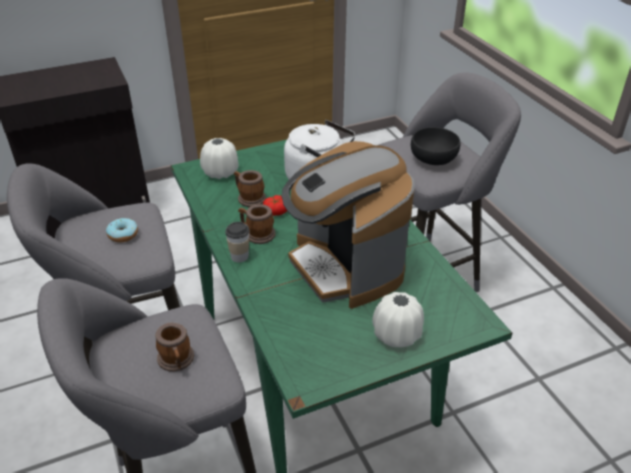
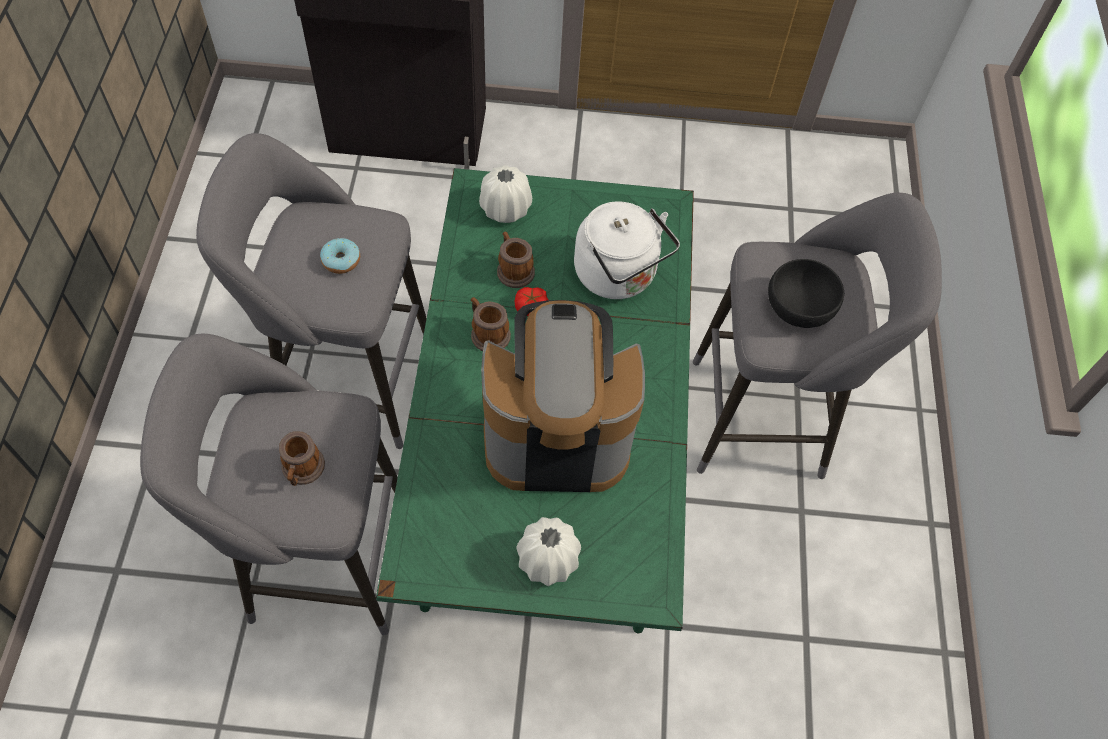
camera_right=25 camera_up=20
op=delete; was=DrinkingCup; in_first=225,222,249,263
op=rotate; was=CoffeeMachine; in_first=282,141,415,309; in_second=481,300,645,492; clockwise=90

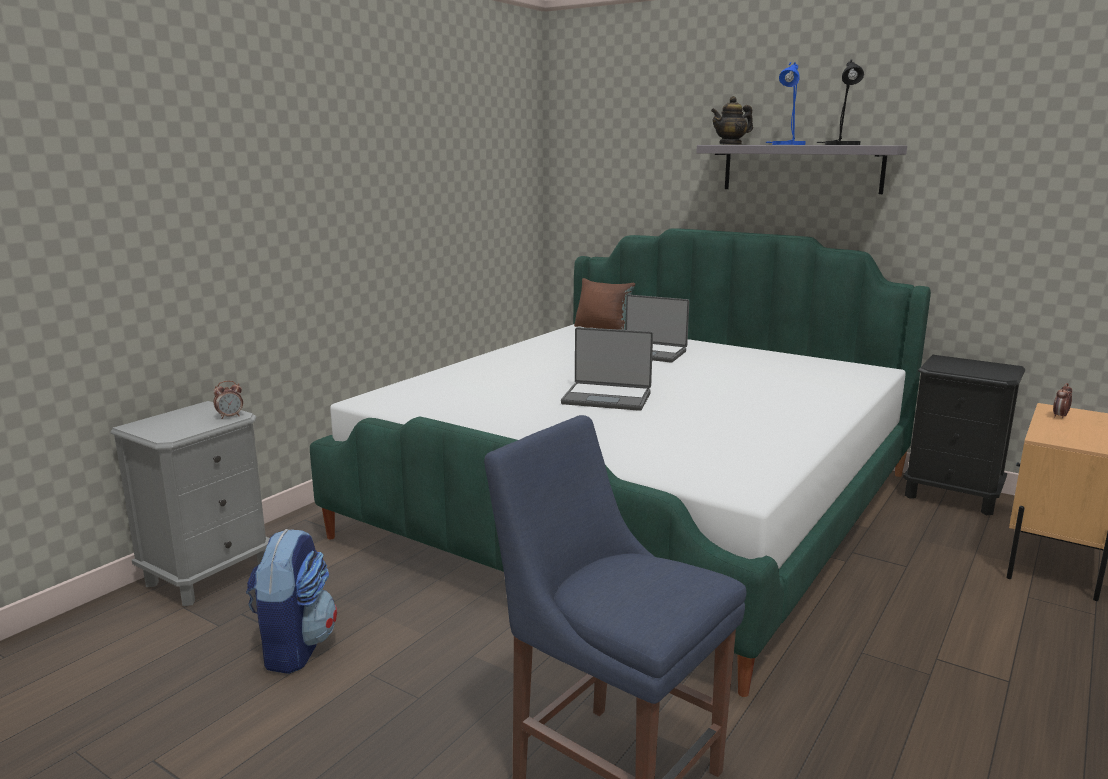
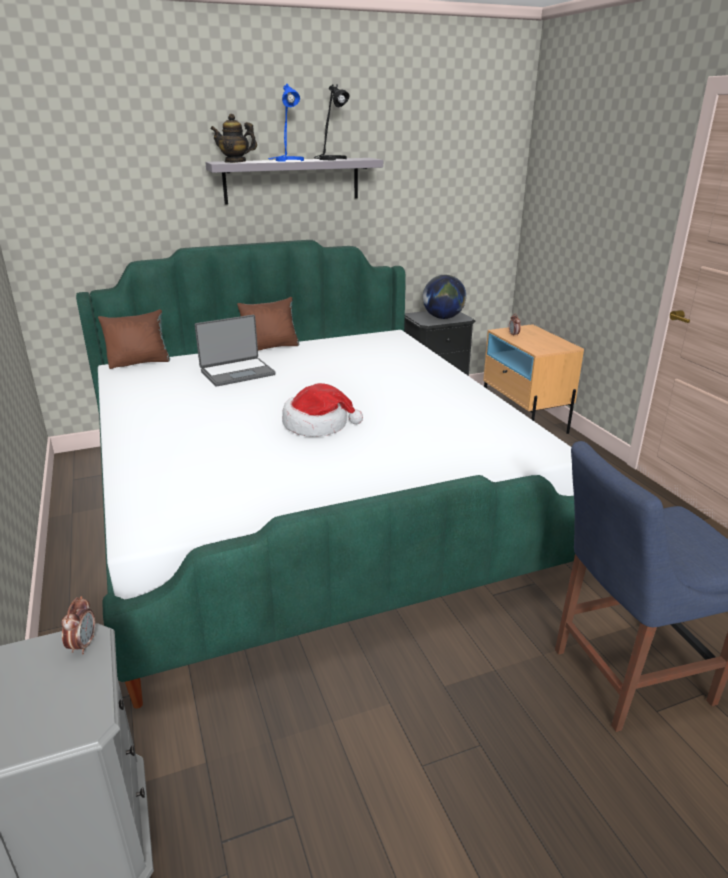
camera_right=-55 camera_up=10
op=delete; was=Rucksack; in_first=246,529,337,674
op=replace; was=NotebookComputer; now=WearableHat; in_first=561,327,653,411; in_second=282,383,363,437
op=rotate; was=TeaPot; in_first=711,96,753,145; in_second=211,114,257,163; clockwise=90
op=insert; now=BrownishCushion; in_second=237,297,299,350
op=insert; now=WorldGlobe; in_second=423,275,466,319

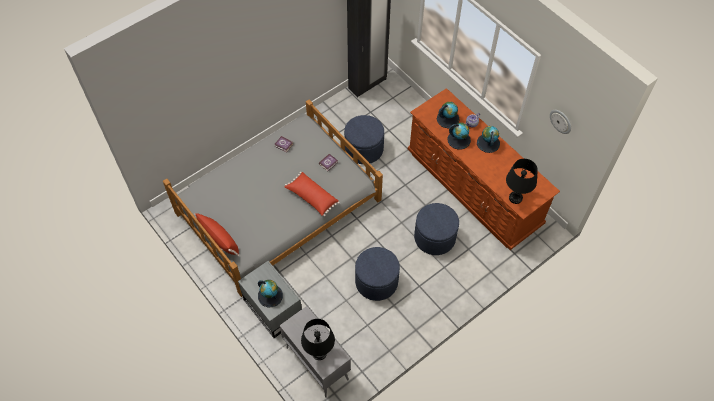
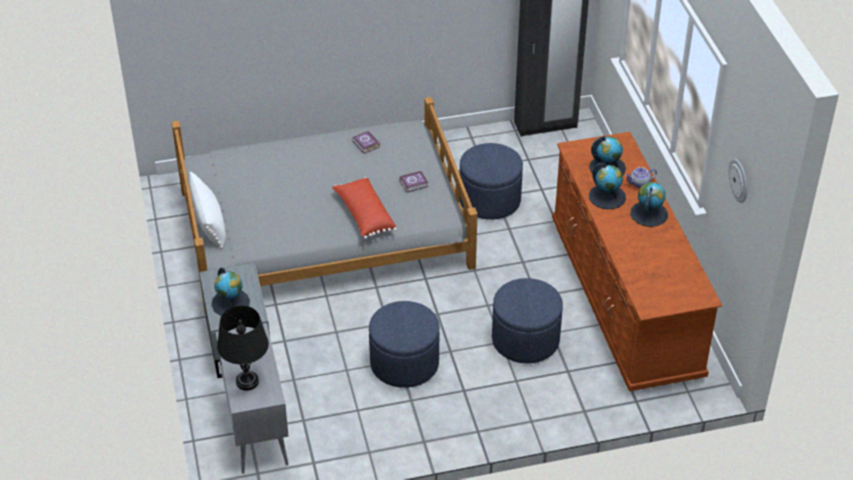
camera_right=25 camera_up=-15
op=recolor; was=ReddishCushion; now=WhiteColouredCushion; in_first=194,213,239,256; in_second=189,171,226,249
op=delete; was=BlackishTableLamp; in_first=506,159,538,204

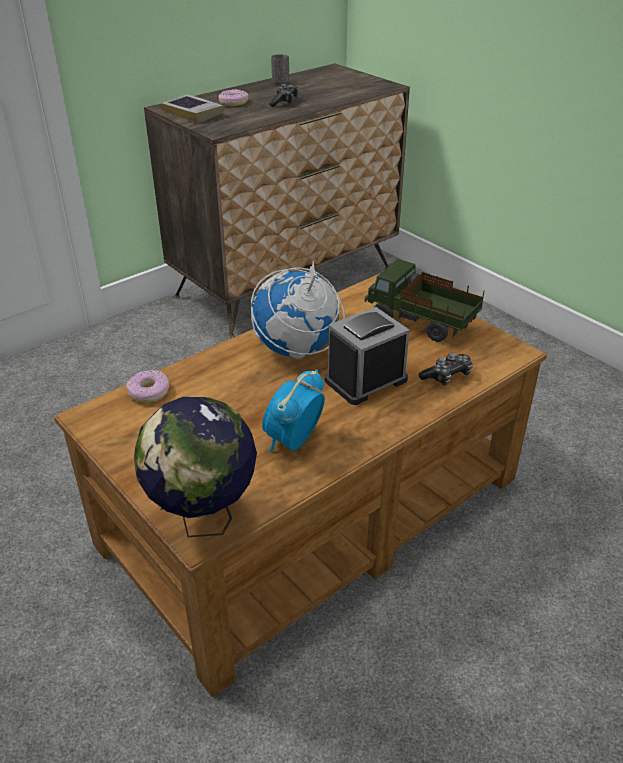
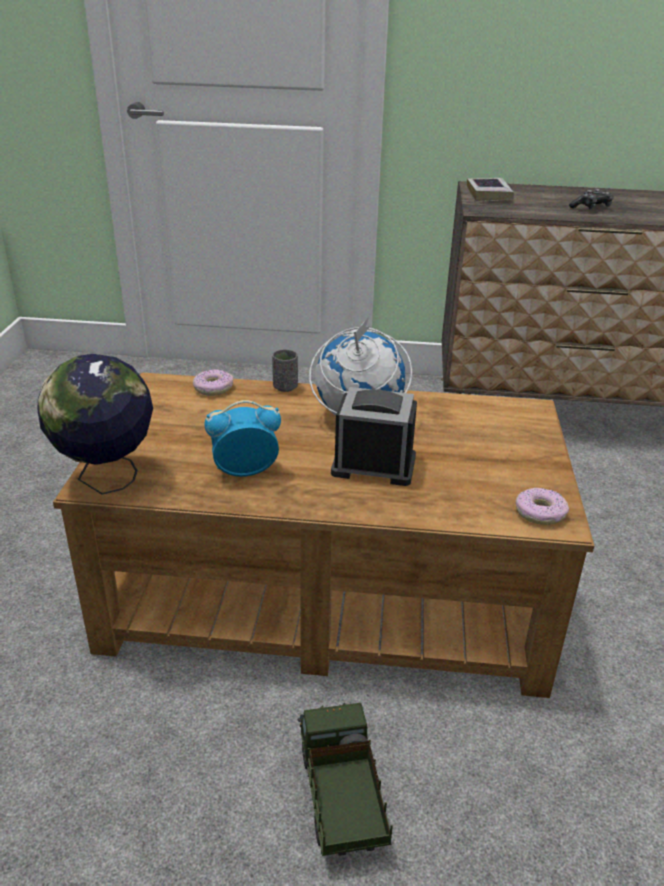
camera_right=45 camera_up=-5
op=move; was=Doughnut; in_first=218,89,248,106; in_second=515,488,569,525
op=move; was=GreyishDrinkingCup; in_first=271,54,289,85; in_second=272,349,298,392
op=move; was=ModelTruck; in_first=365,259,485,342; in_second=298,702,393,856
op=delete; was=Joypad; in_first=419,353,473,385

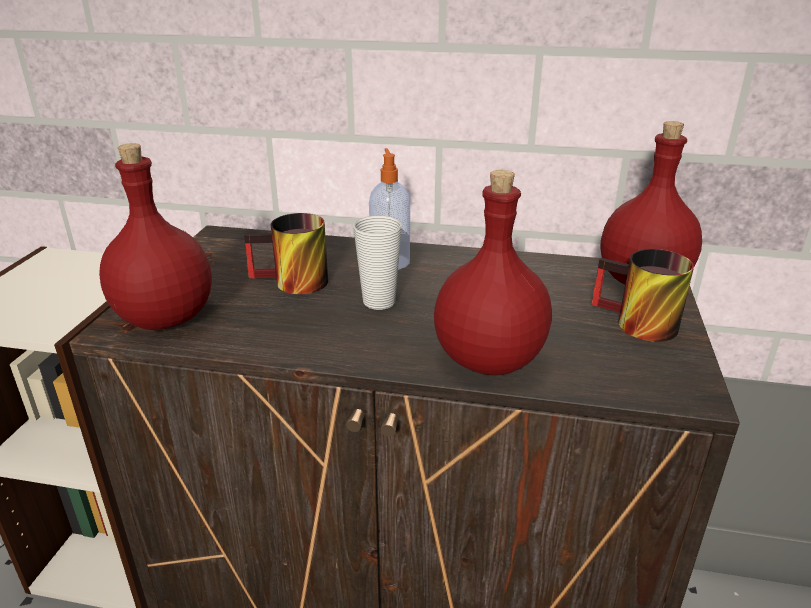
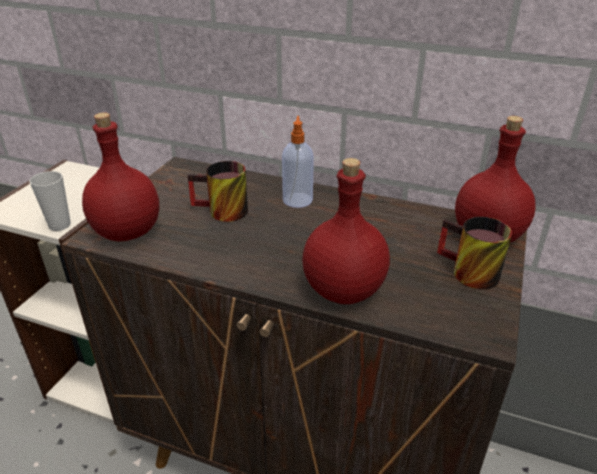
camera_right=10 camera_up=5
op=move; was=DrinkingCup; in_first=353,215,402,310; in_second=29,171,71,231

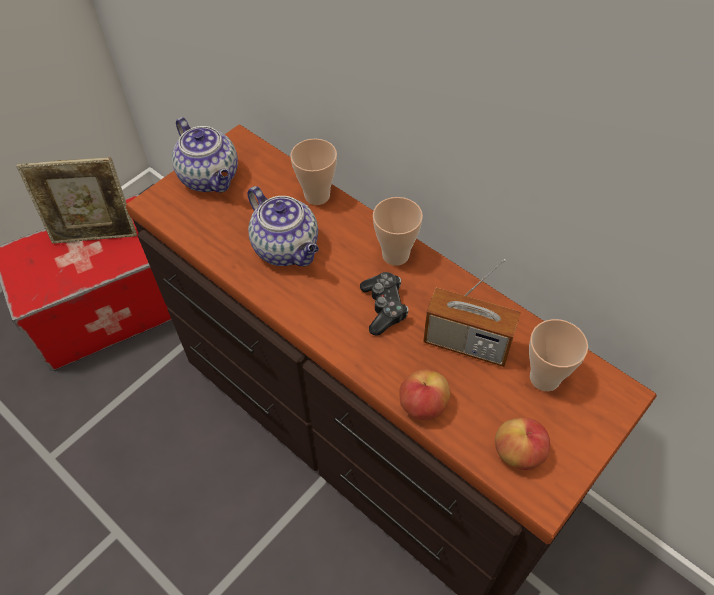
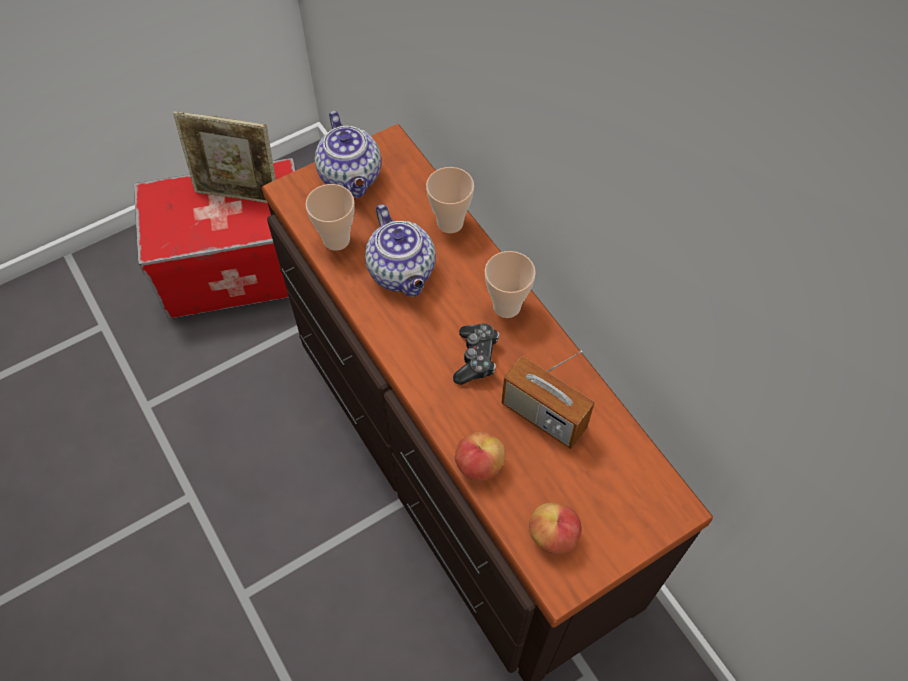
camera_right=15 camera_up=5
op=move; was=DrinkingCup; in_first=529,319,588,391; in_second=305,184,355,251

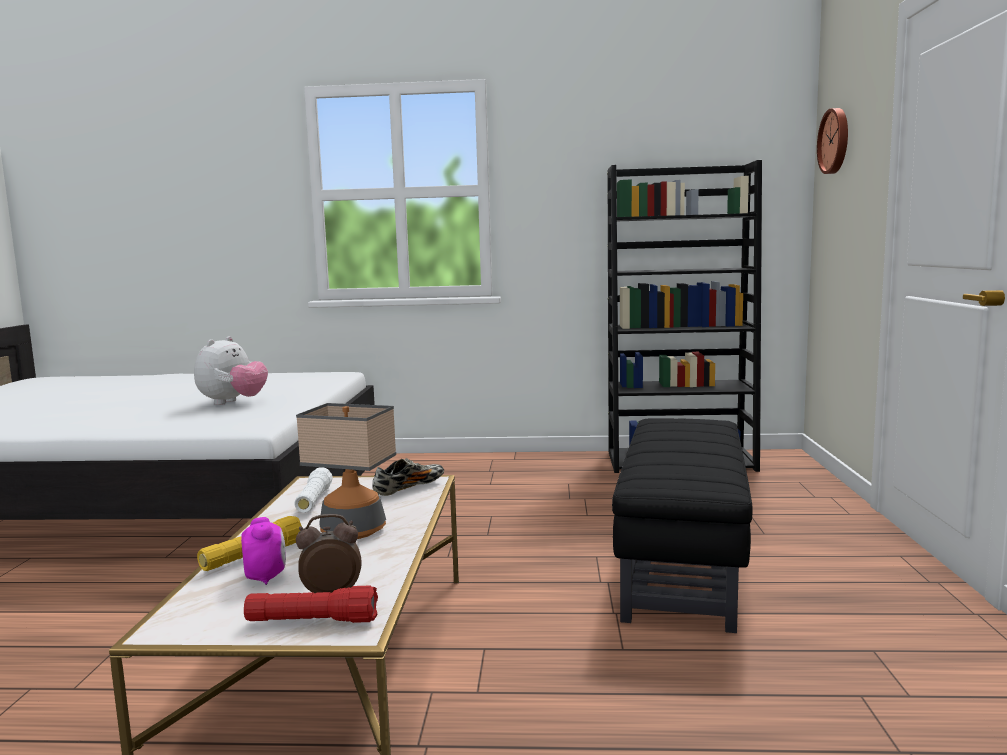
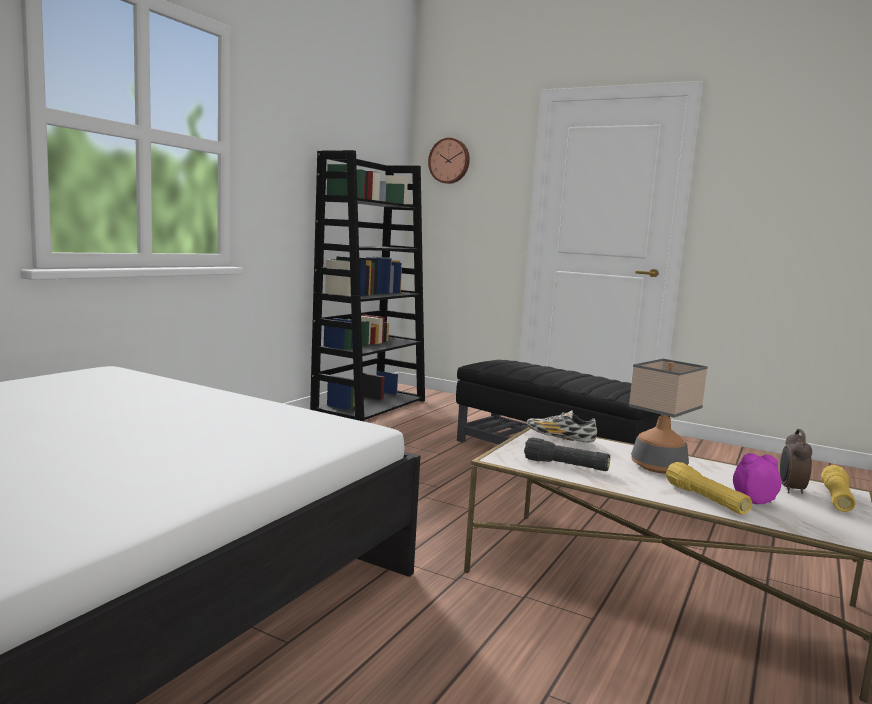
camera_right=-65 camera_up=0
op=delete; was=PlushToy; in_first=194,336,268,405
op=recolor; was=ReddishTorch; now=YellowishTorch; in_first=244,585,378,623; in_second=821,465,856,512
op=recolor; was=WhiteColouredTorch; now=BlackishTorch; in_first=294,467,333,513; in_second=524,437,610,471
op=rotate; was=LowShoe; in_first=372,458,444,496; in_second=526,410,597,443; clockwise=-45

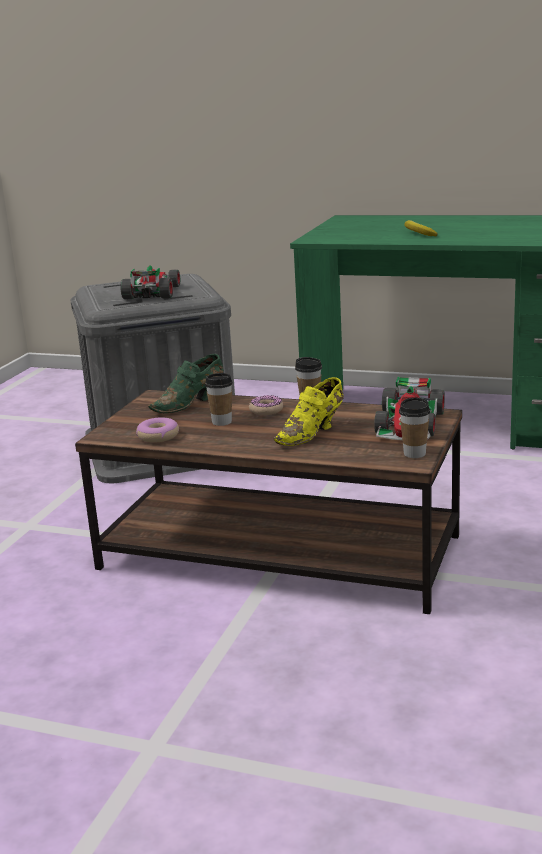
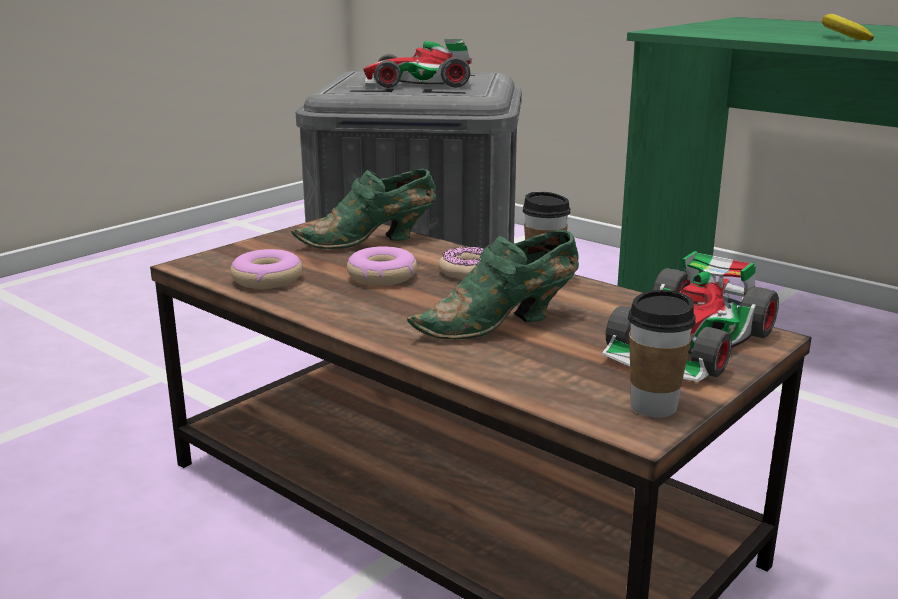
camera_right=20 camera_up=0
op=rotate; was=ModelCar; in_first=121,265,180,299; in_second=363,39,472,88; clockwise=-120
op=replace; was=DrinkingCup; now=Doughnut; in_first=205,373,233,426; in_second=347,246,417,286
op=recolor; was=YellowishLowShoe; now=GreenishLowShoe; in_first=273,377,344,446; in_second=407,230,579,339

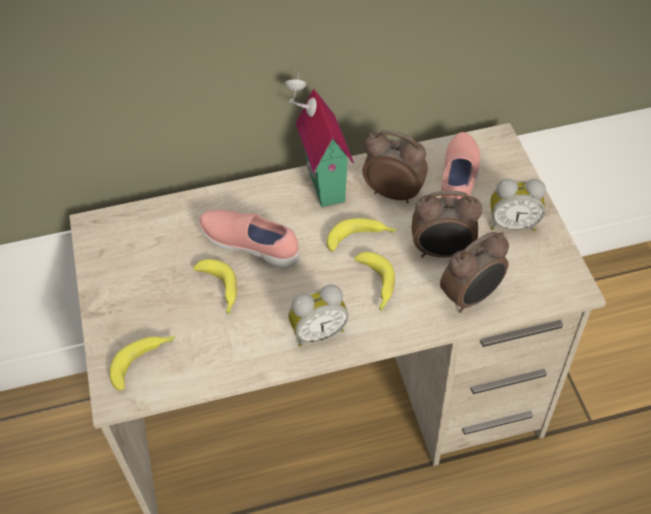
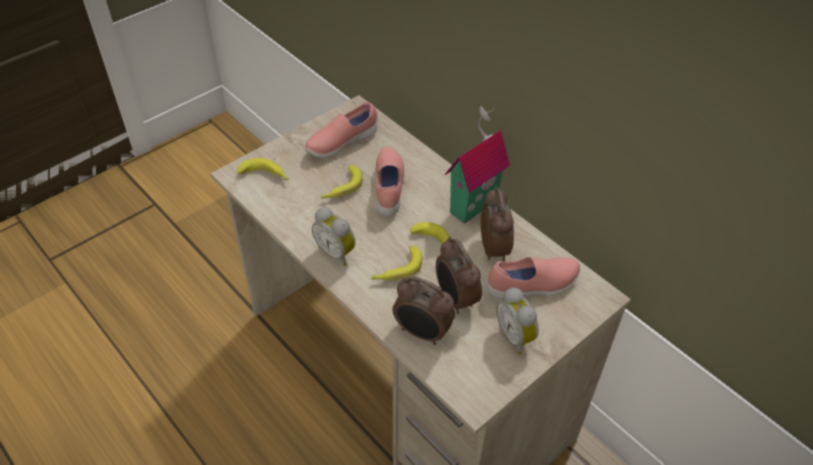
camera_right=60 camera_up=-5
op=insert; now=PinkishLowShoe; in_second=305,102,377,158

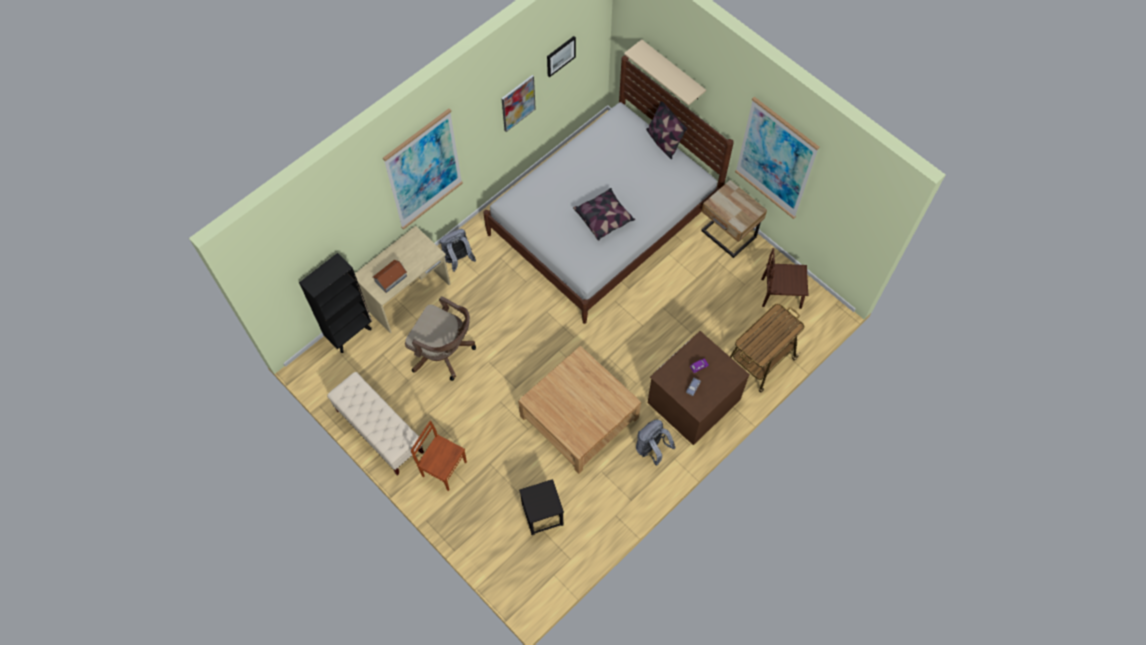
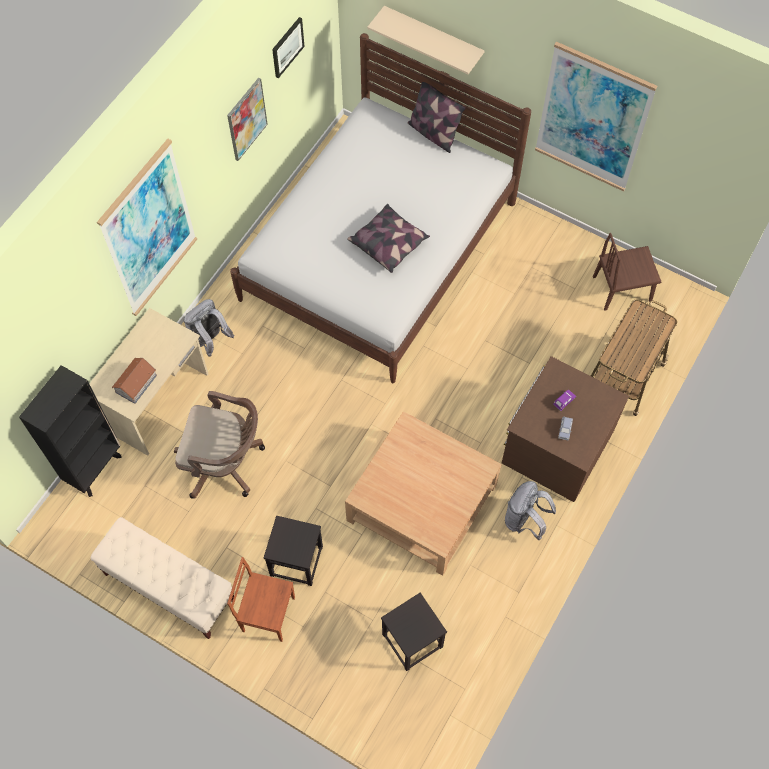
camera_right=-15 camera_up=0
op=delete; was=BeigeBedsideTable; in_first=701,180,767,258
op=insert; now=BlackishStool; in_second=264,516,323,586

